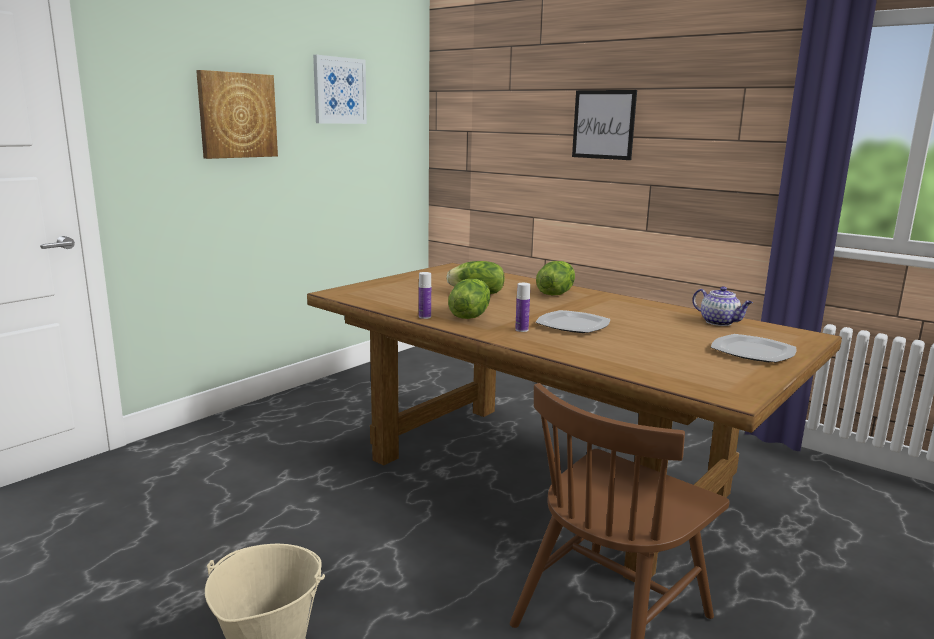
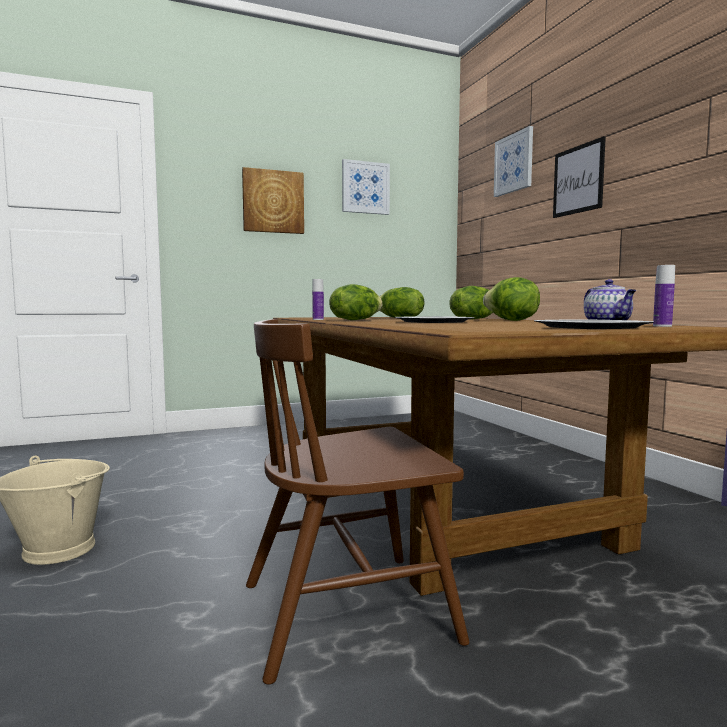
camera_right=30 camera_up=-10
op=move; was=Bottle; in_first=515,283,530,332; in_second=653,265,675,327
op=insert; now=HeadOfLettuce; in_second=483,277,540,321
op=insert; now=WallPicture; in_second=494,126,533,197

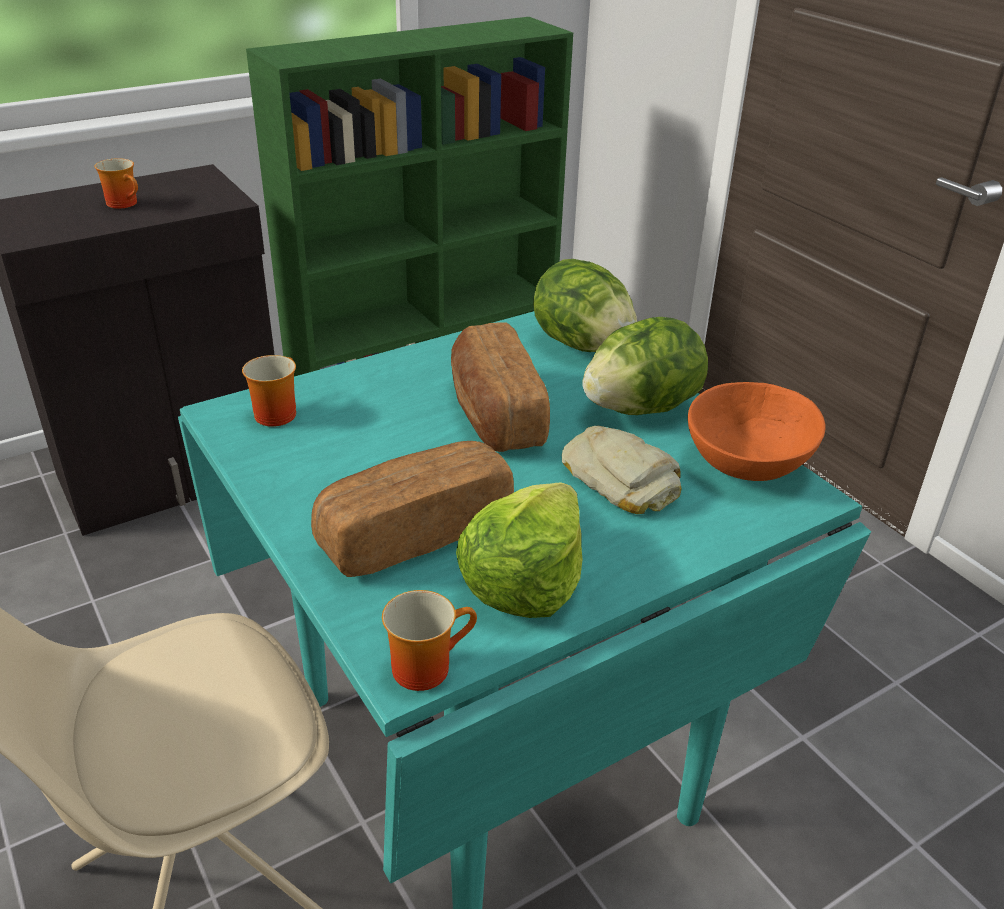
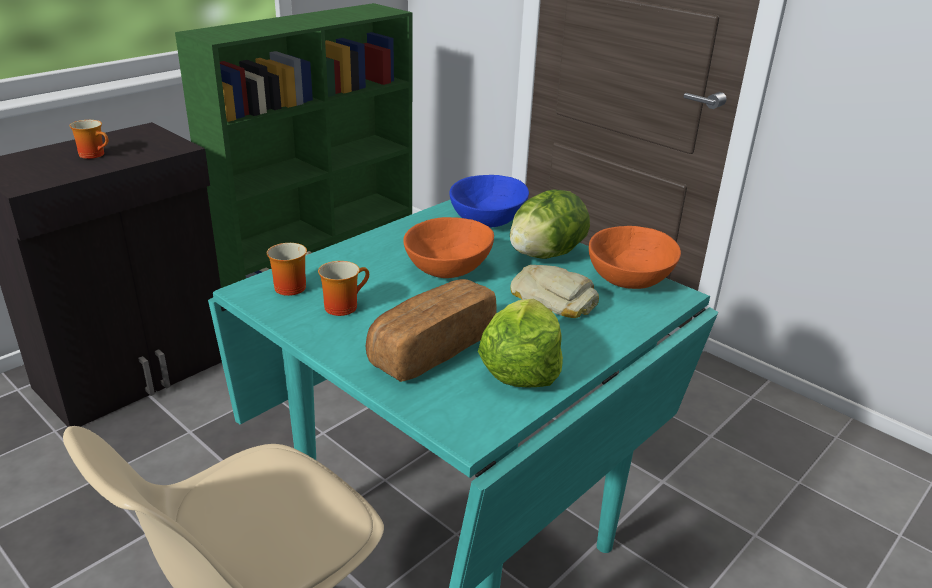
camera_right=-15 camera_up=-5
op=move; was=TeaMug; in_first=382,590,477,691; in_second=318,261,369,316
op=replace; was=BakedBread; now=OrangeyDeepDish; in_first=451,323,550,452; in_second=403,217,494,278
op=replace; was=HeadOfLettuce; now=BlueColouredDeepDish; in_first=533,259,637,352; in_second=449,175,529,227

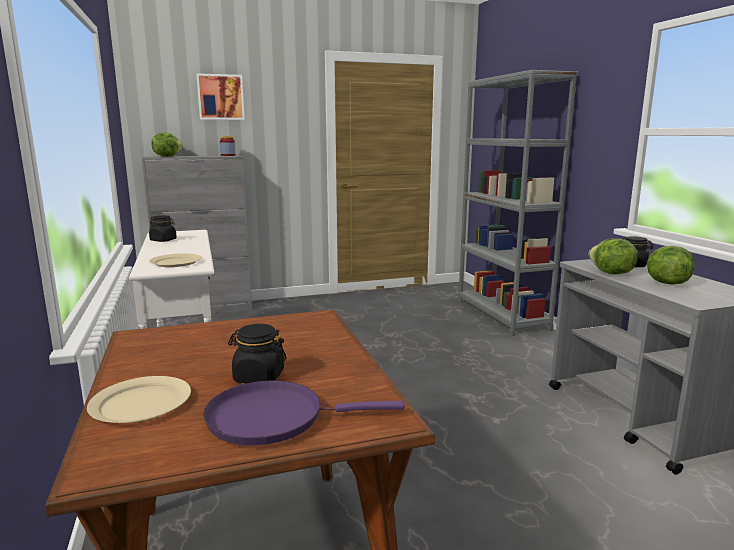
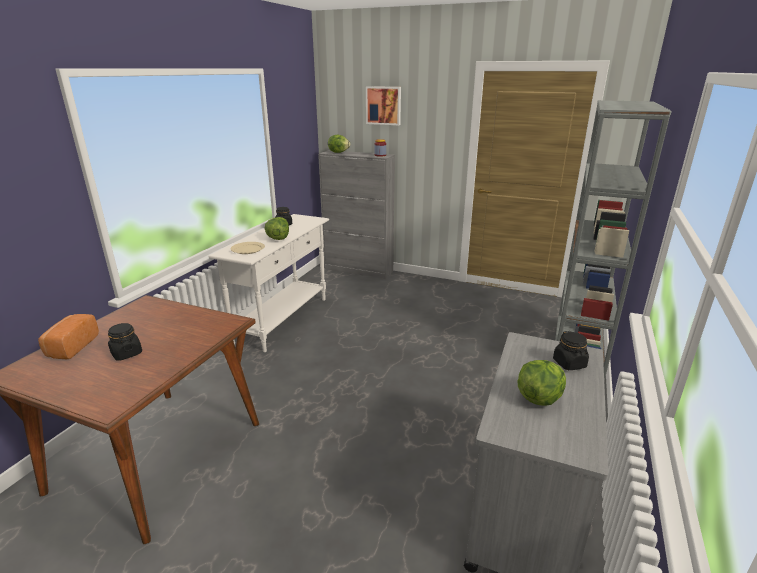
camera_right=40 camera_up=10
op=replace; was=BeigeDinnerPlate; now=BakedBread; in_first=87,376,191,423; in_second=38,314,99,359
op=delete; was=PurpleColouredPan; in_first=203,381,404,445
op=move; was=HeadOfLettuce; in_first=589,238,638,274; in_second=265,217,289,240

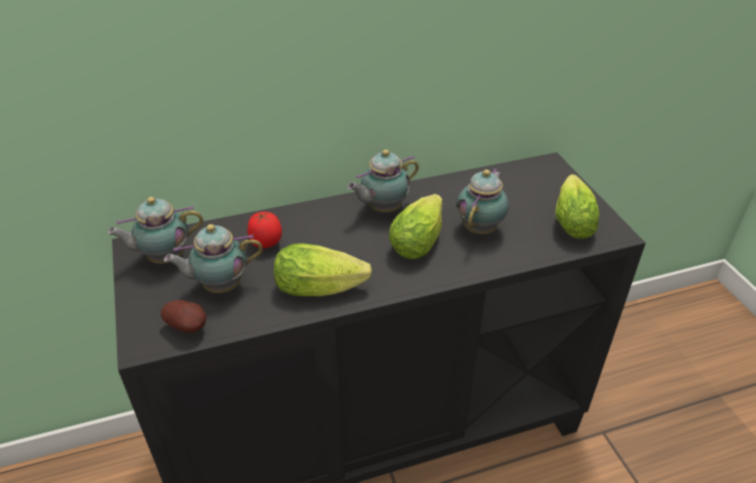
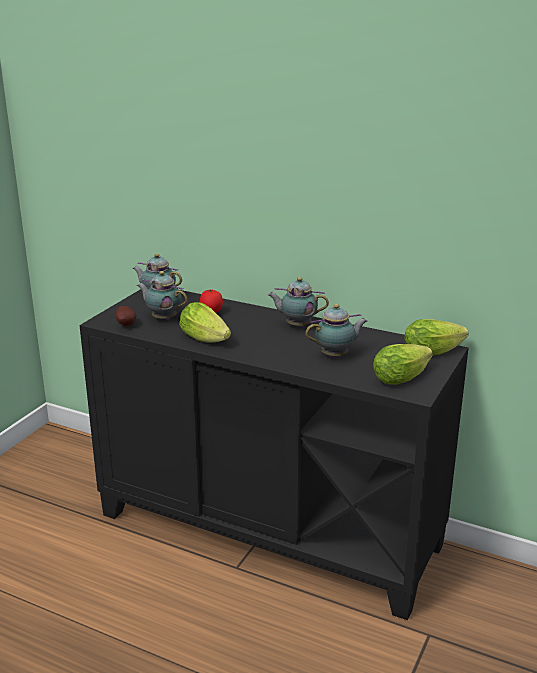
camera_right=45 camera_up=-15
op=move; was=HeadOfLettuce; in_first=389,194,443,259; in_second=405,319,468,355

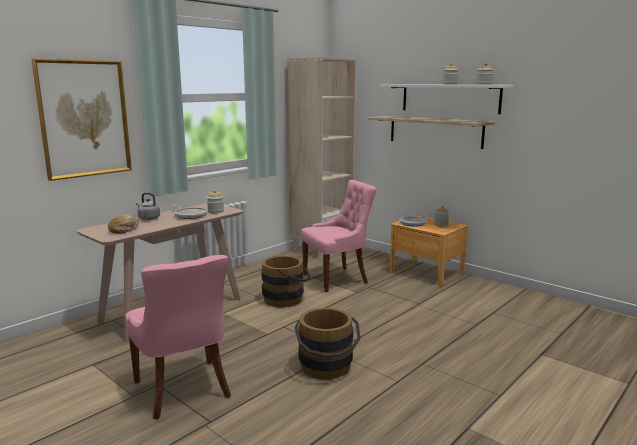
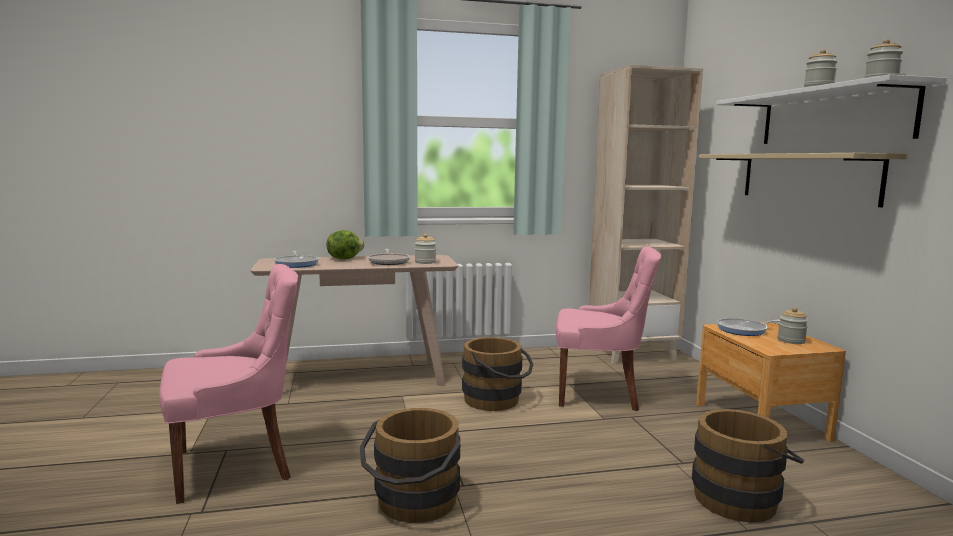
camera_right=35 camera_up=-5
op=delete; was=WallPicture; in_first=31,58,132,181
op=replace; was=BakedBread; now=Pan; in_first=108,215,139,234; in_second=274,251,319,268
op=rotate; was=PinkishUprightChair; in_first=125,255,231,420; in_second=159,264,298,504; clockwise=-120
op=replace; was=GreyishTeaKettle; now=HeadOfLettuce; in_first=136,193,160,220; in_second=327,230,365,259
op=insert; now=BrownishBucket; in_second=692,409,804,523

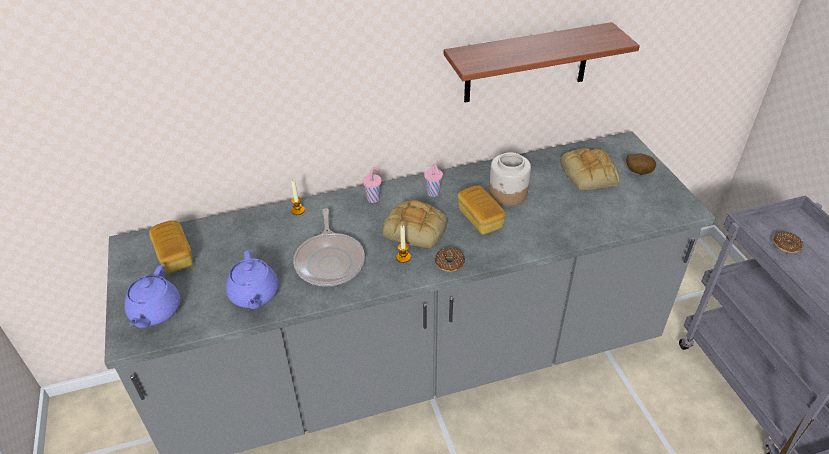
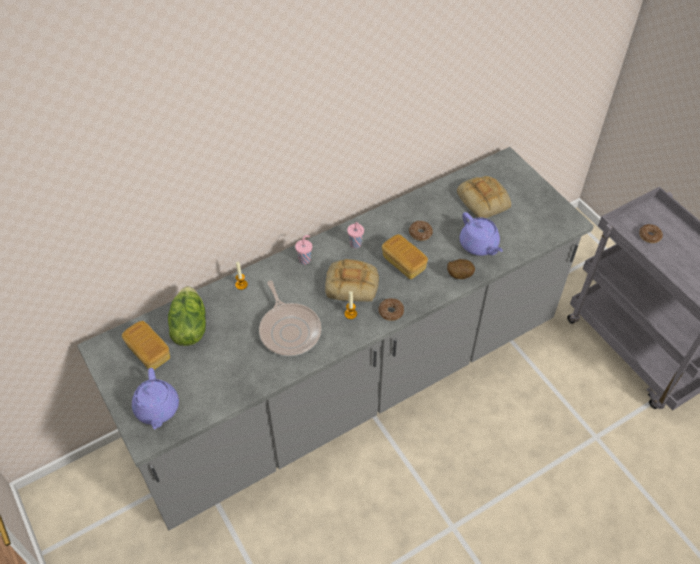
camera_right=-15 camera_up=10
op=move; was=PurpleColouredTeaPot; in_first=226,250,279,309; in_second=460,212,503,256
op=delete; was=WallShelf; in_first=444,22,640,103
op=replace; was=Jar; now=Doughnut; in_first=489,152,531,206; in_second=409,221,433,241
op=move; was=WholePotato; in_first=626,153,656,175; in_second=447,259,475,279
op=insert; now=HeadOfLettuce; in_second=168,286,206,346

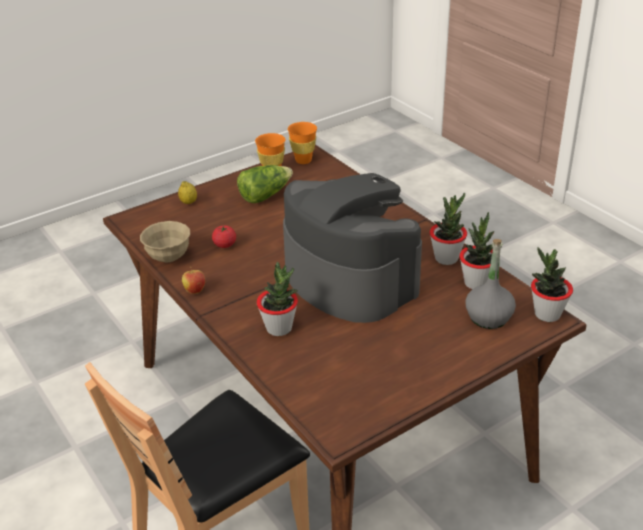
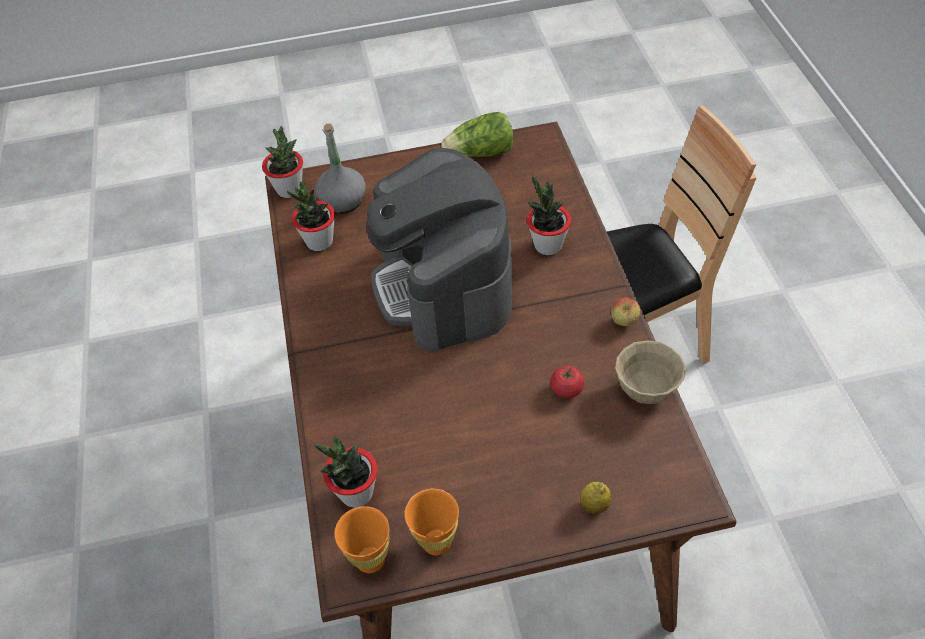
camera_right=-155 camera_up=15
op=move; was=HeadOfLettuce; in_first=237,165,293,203; in_second=441,112,513,157
op=move; was=PlantInAPot; in_first=430,192,467,265; in_second=314,436,378,508

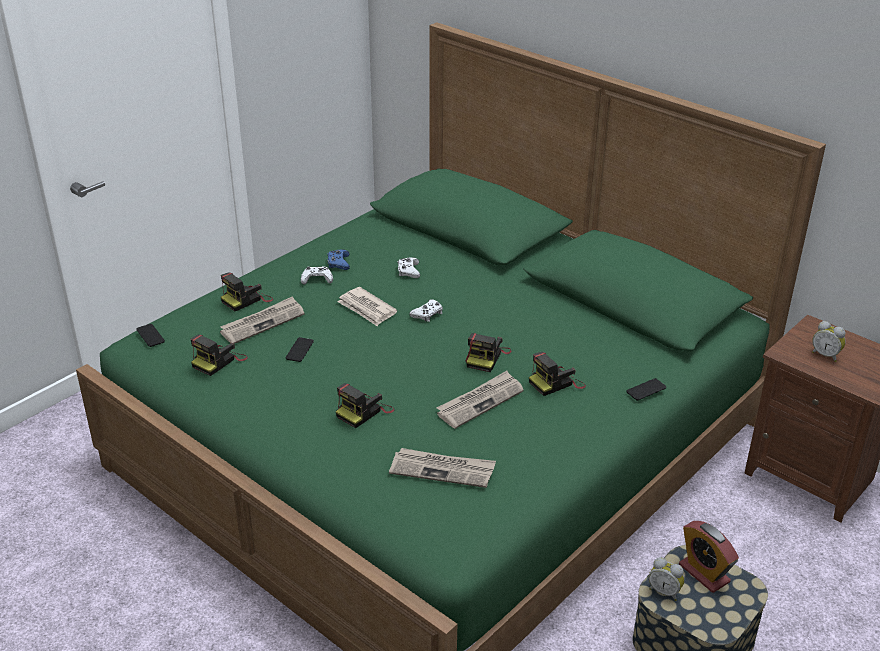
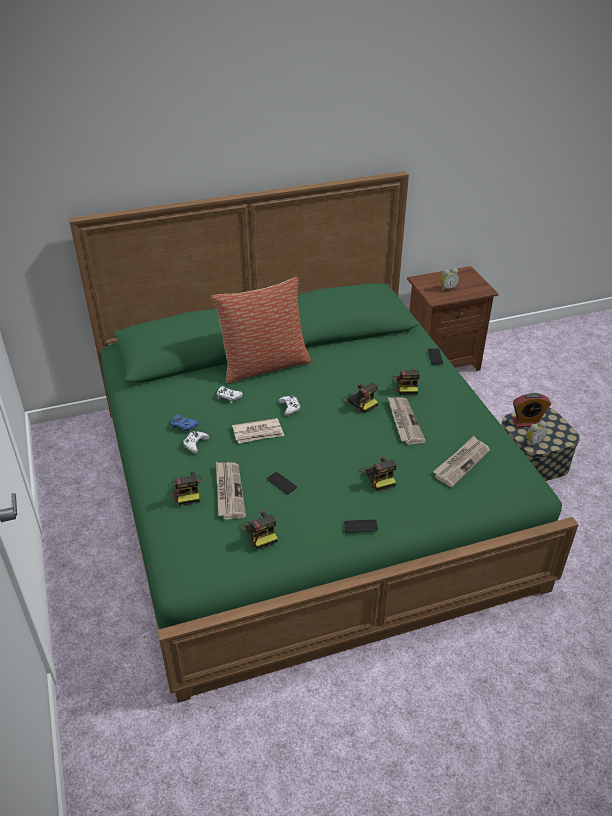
camera_right=-60 camera_up=5
op=move; was=Handset; in_first=136,324,165,347; in_second=344,520,378,533
op=insert; now=Cushion; in_second=211,277,311,384

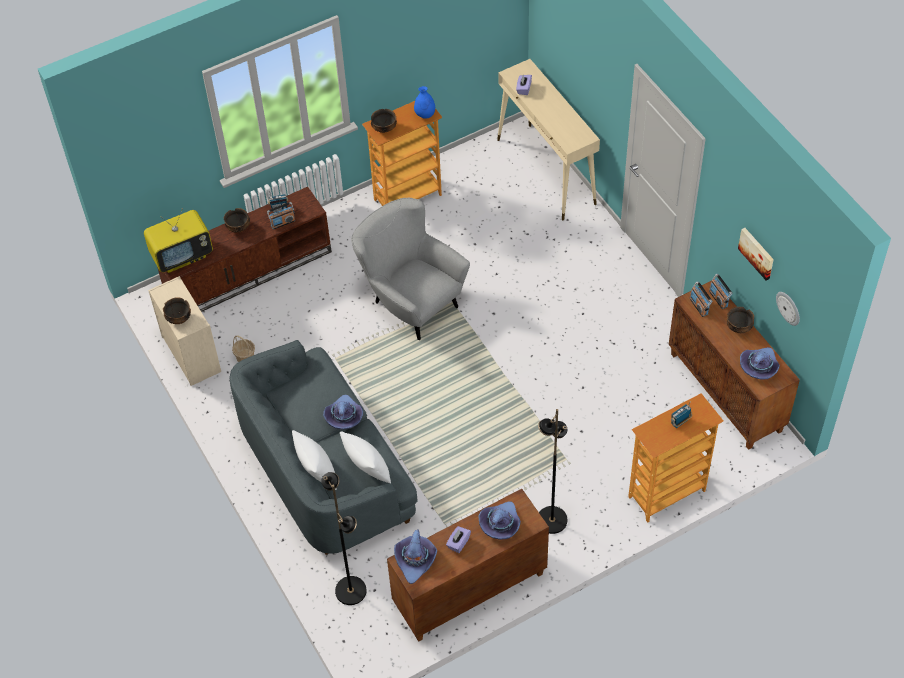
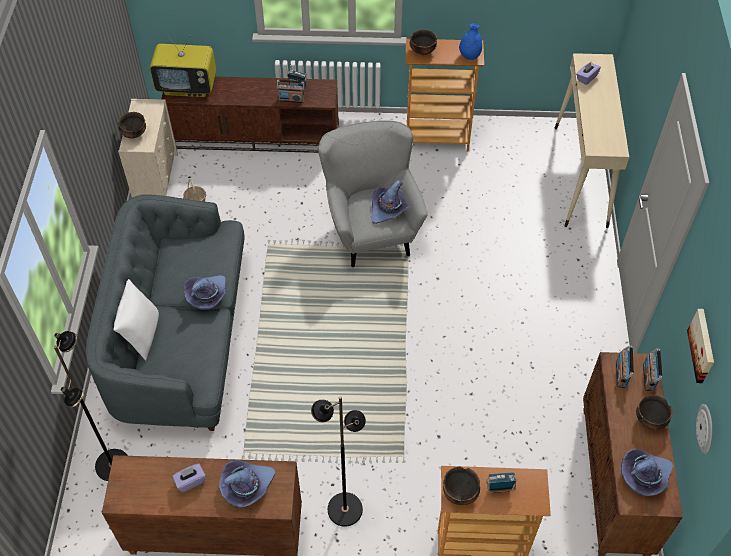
camera_right=30 camera_up=0
op=move; was=DeepDish; in_first=224,208,250,233; in_second=443,466,480,505
op=delete; was=WhiteColouredCushion; in_first=340,431,391,483
op=move; was=PurpleColouredWearableHat; in_first=394,529,437,584; in_second=371,180,409,224

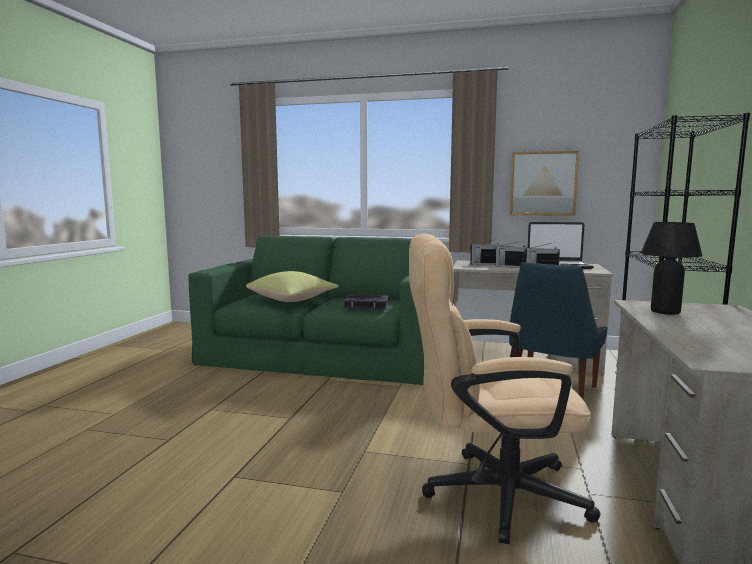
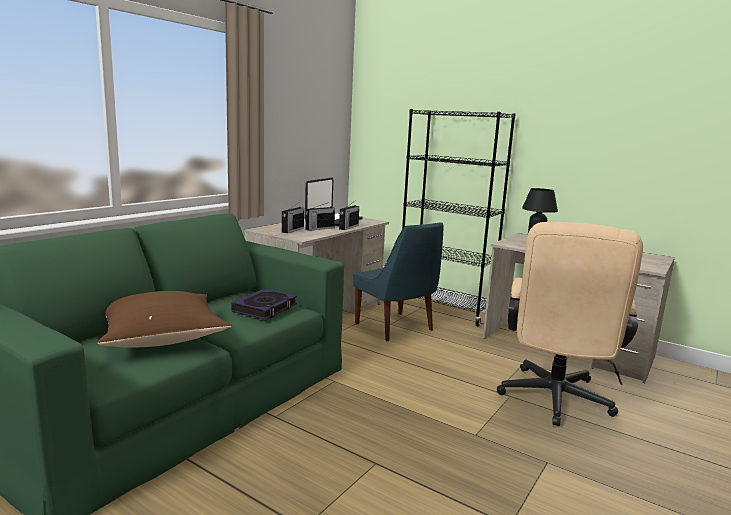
camera_right=-70 camera_up=5
op=recolor; was=YellowishCushion; now=BrownishCushion; in_first=246,271,339,302; in_second=97,291,232,348
op=delete; was=WallPicture; in_first=510,151,579,216

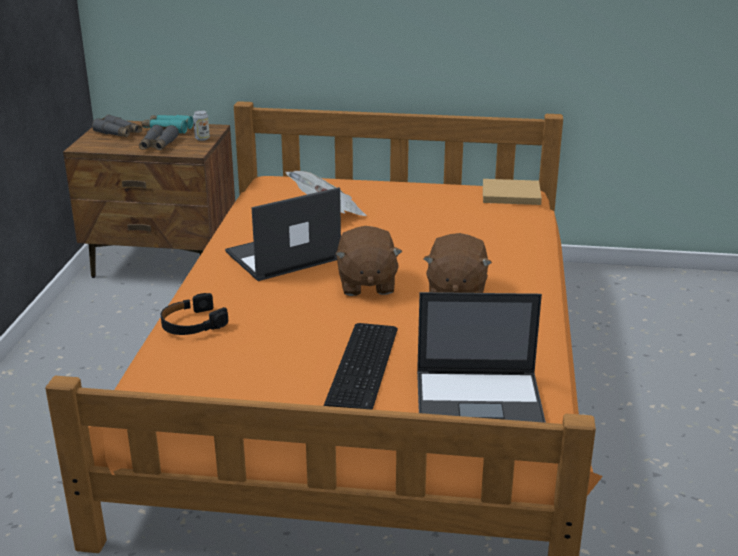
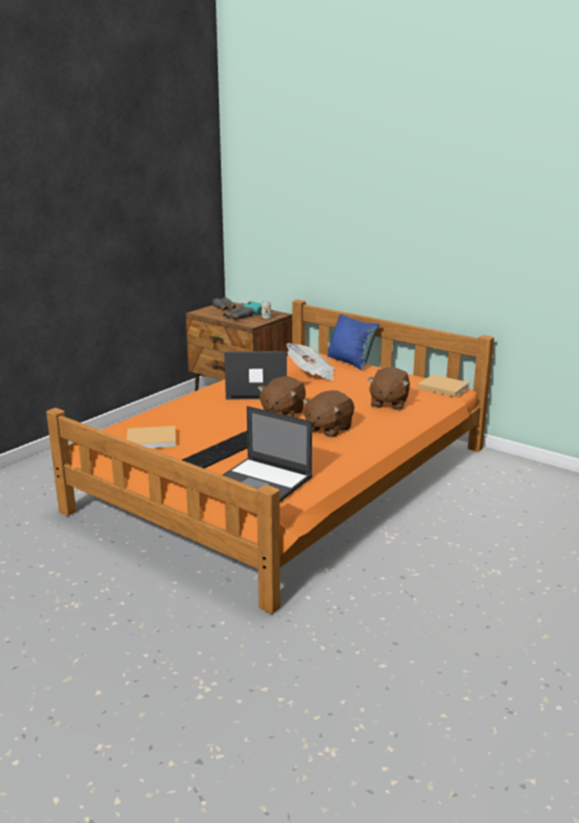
camera_right=30 camera_up=-5
op=delete; was=BlackishHeadphones; in_first=161,293,228,335
op=insert; now=BeigeVolume; in_second=127,426,176,449
op=insert; now=BlueColouredCushion; in_second=327,314,380,371
op=insert; now=BrownishPlushToy; in_second=367,367,410,410

